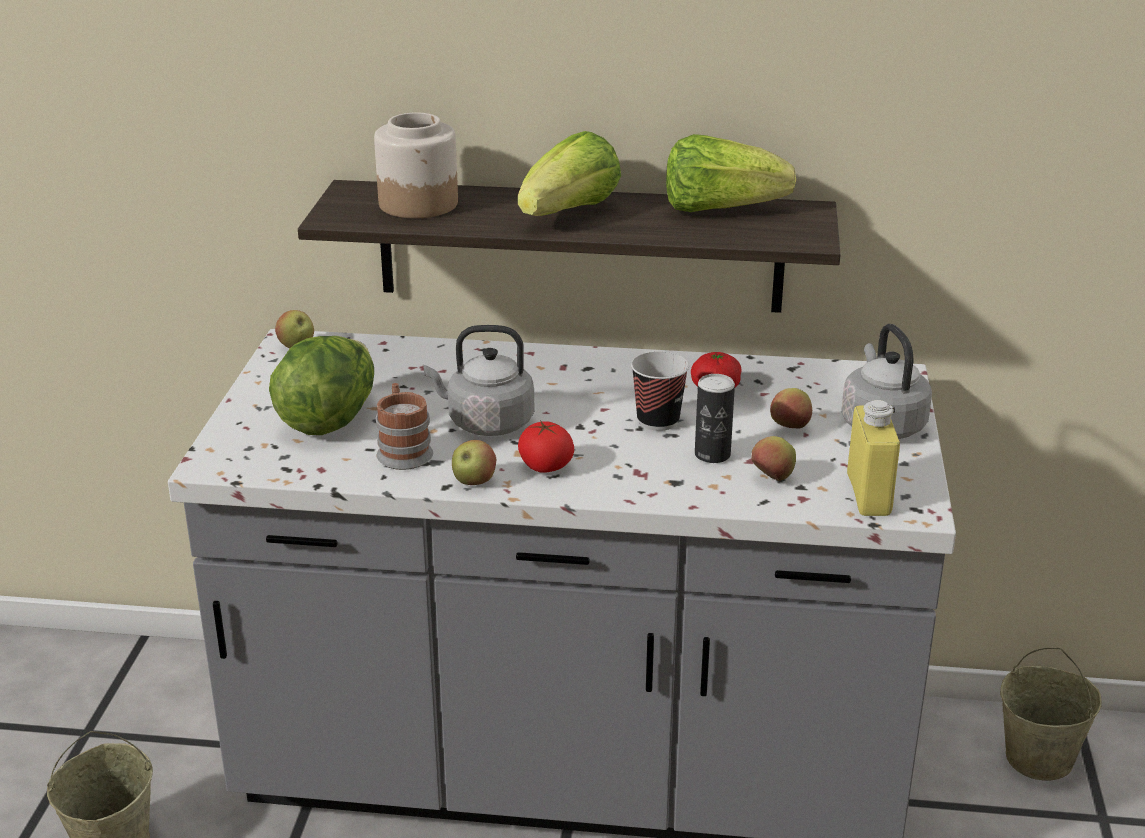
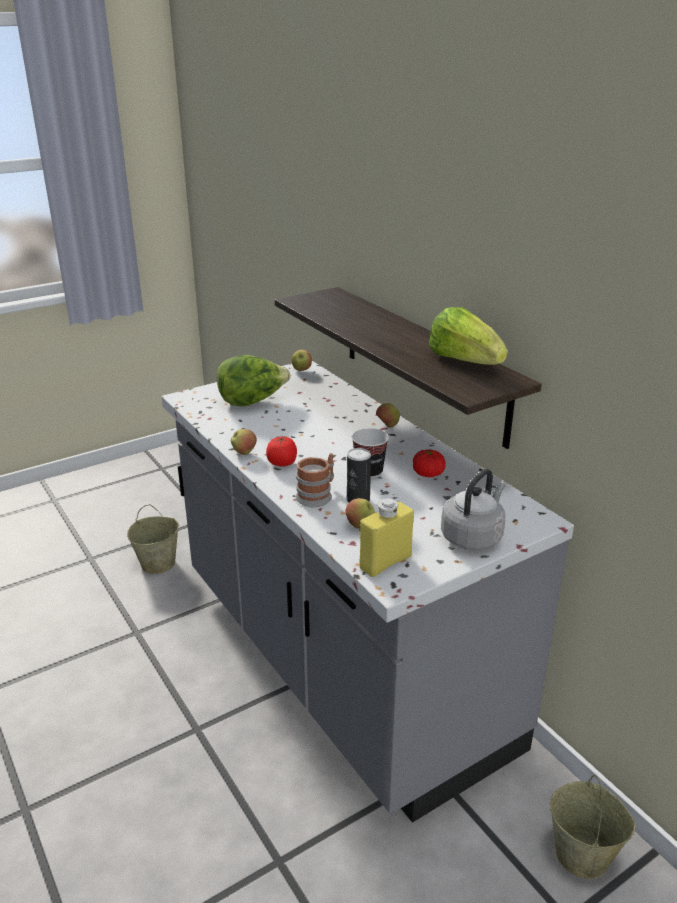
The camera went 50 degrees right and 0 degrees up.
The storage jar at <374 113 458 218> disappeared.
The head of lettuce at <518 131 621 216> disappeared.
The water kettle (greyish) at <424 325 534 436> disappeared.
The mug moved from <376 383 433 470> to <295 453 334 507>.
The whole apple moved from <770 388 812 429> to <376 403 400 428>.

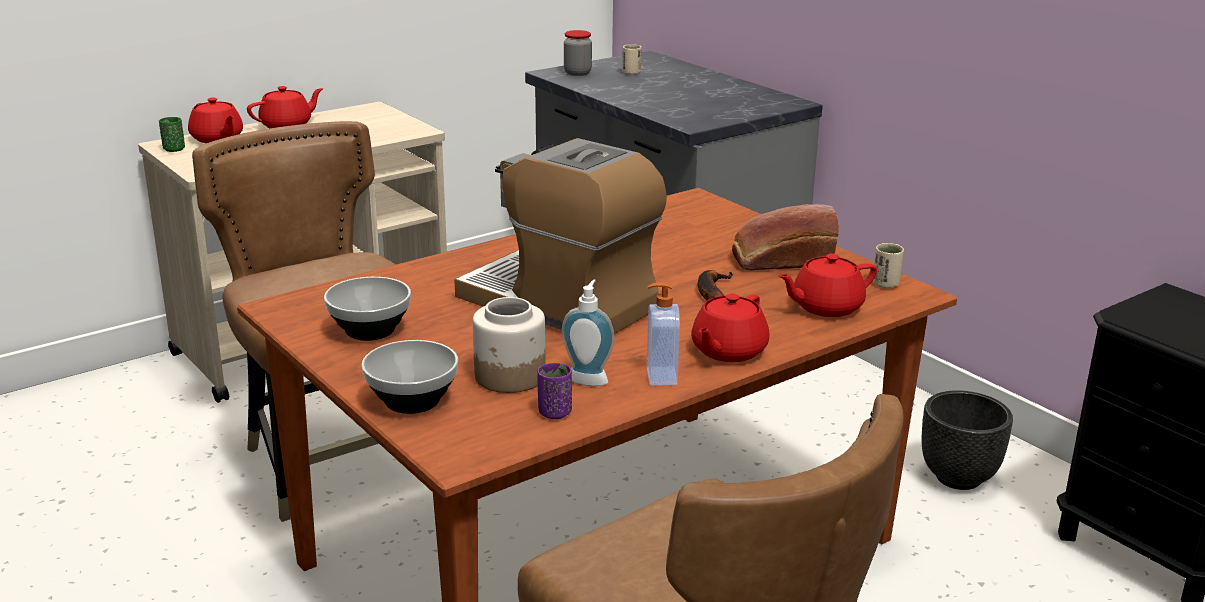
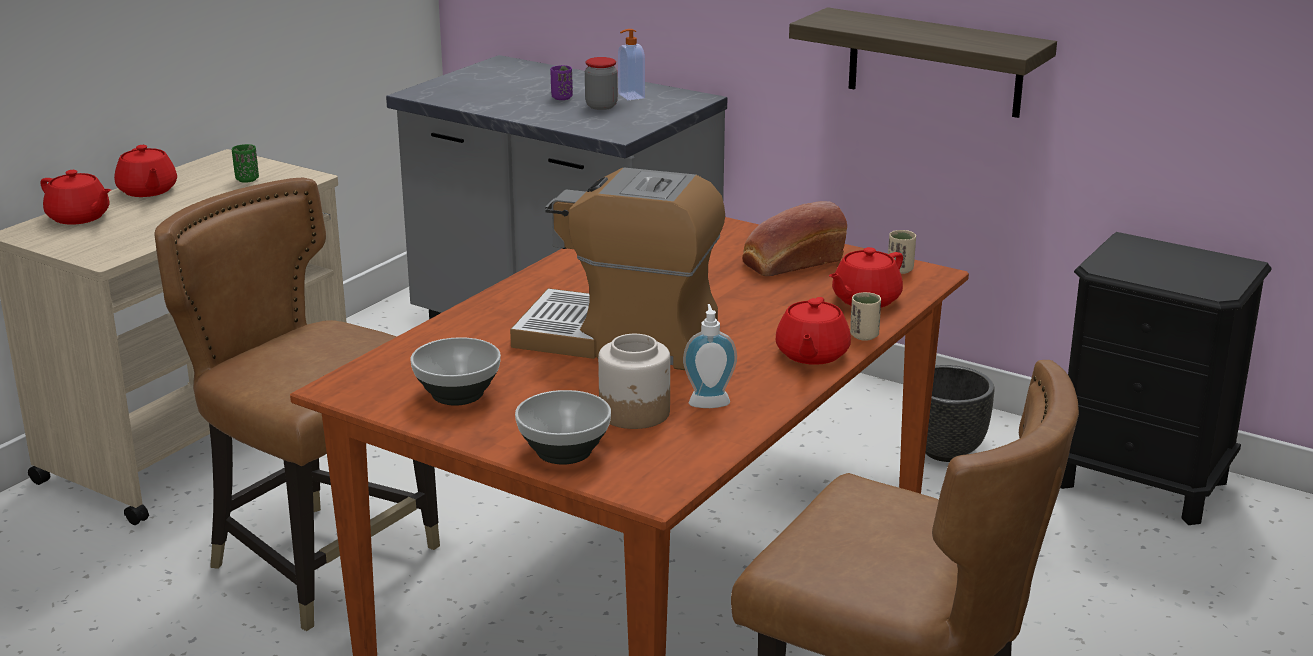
The camera went 20 degrees left and 0 degrees up.
The storage jar moved from <564 30 592 76> to <585 57 618 110>.
The small cup (beige-coloured) moved from <622 44 642 75> to <850 292 881 341>.
The pot for tea (red) at <247 86 324 129> turned 120 degrees clockwise.
The small cup (green-coloured) moved from <159 117 185 152> to <232 144 259 183>.
The whole banana at <698 270 734 300> disappeared.
The soap bottle moved from <647 282 680 386> to <618 29 645 100>.
The small cup (purple) moved from <537 363 572 419> to <550 65 573 100>.
The bracket shelf at <789 7 1057 118> appeared.

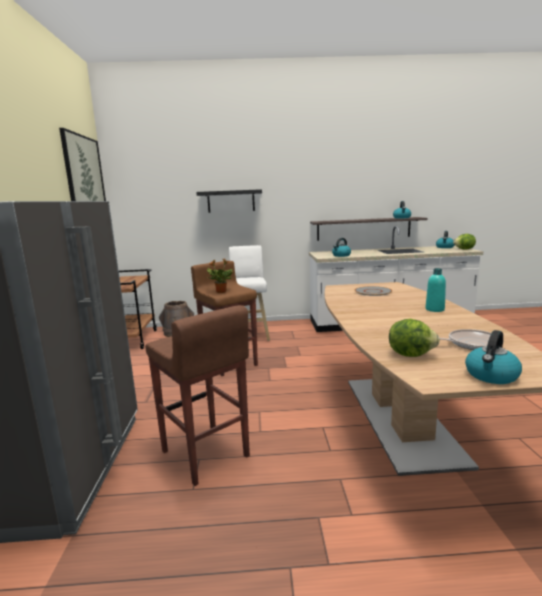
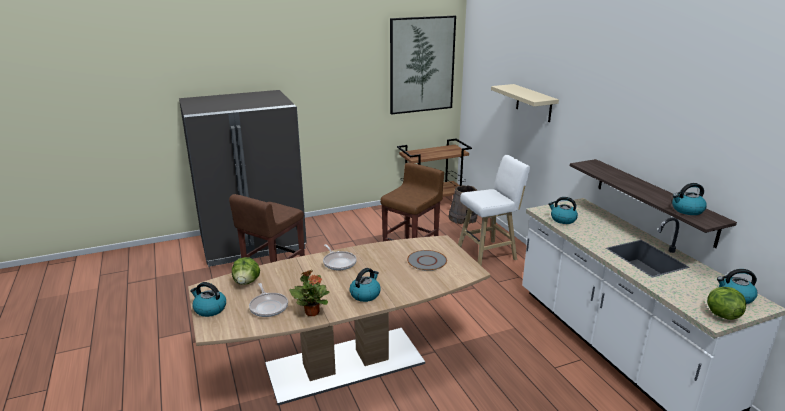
The camera went 70 degrees right and 10 degrees up.
The bracket shelf (blackish) at <196 189 262 213> became the bracket shelf (beige-coloured) at <491 84 559 122>.
The houseplant moved from <206 258 233 293> to <289 269 329 316>.
The drink bottle (turquoise) at <425 268 446 312> was replaced by the water kettle at <349 268 381 302>.
The skillet at <323 244 357 271> appeared.

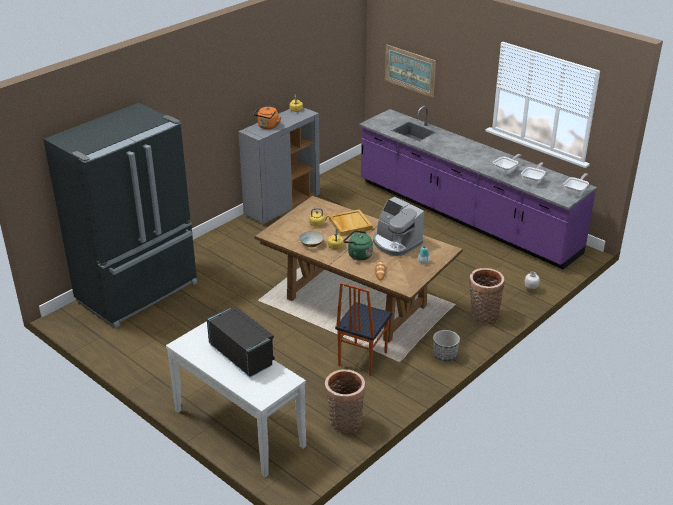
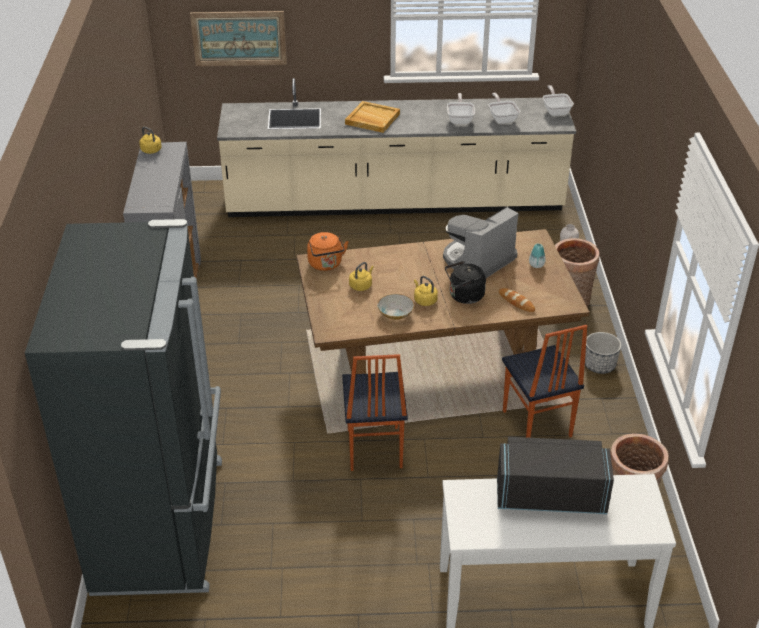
The camera went 45 degrees left and 5 degrees up.
The counter (purple) at <359 106 597 269> became the counter (beige-coloured) at <217 78 576 217>.
The water kettle (orangey) moved from <254 107 281 129> to <307 232 348 271>.
The coffee brewer at <373 197 424 256> turned 135 degrees clockwise.
The carrying tray (beige-coloured) moved from <329 209 372 236> to <345 101 400 133>.
The water kettle (green-coloured) at <344 230 373 260> became the water kettle (blackish) at <445 261 486 304>.
The chair at <342 354 408 471> appeared.

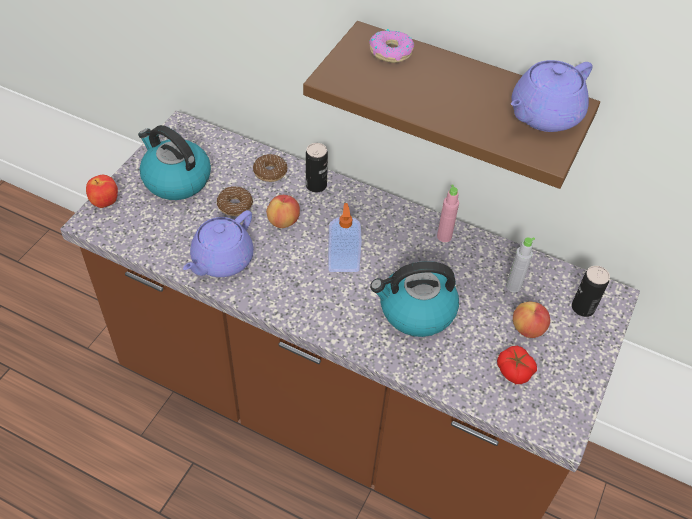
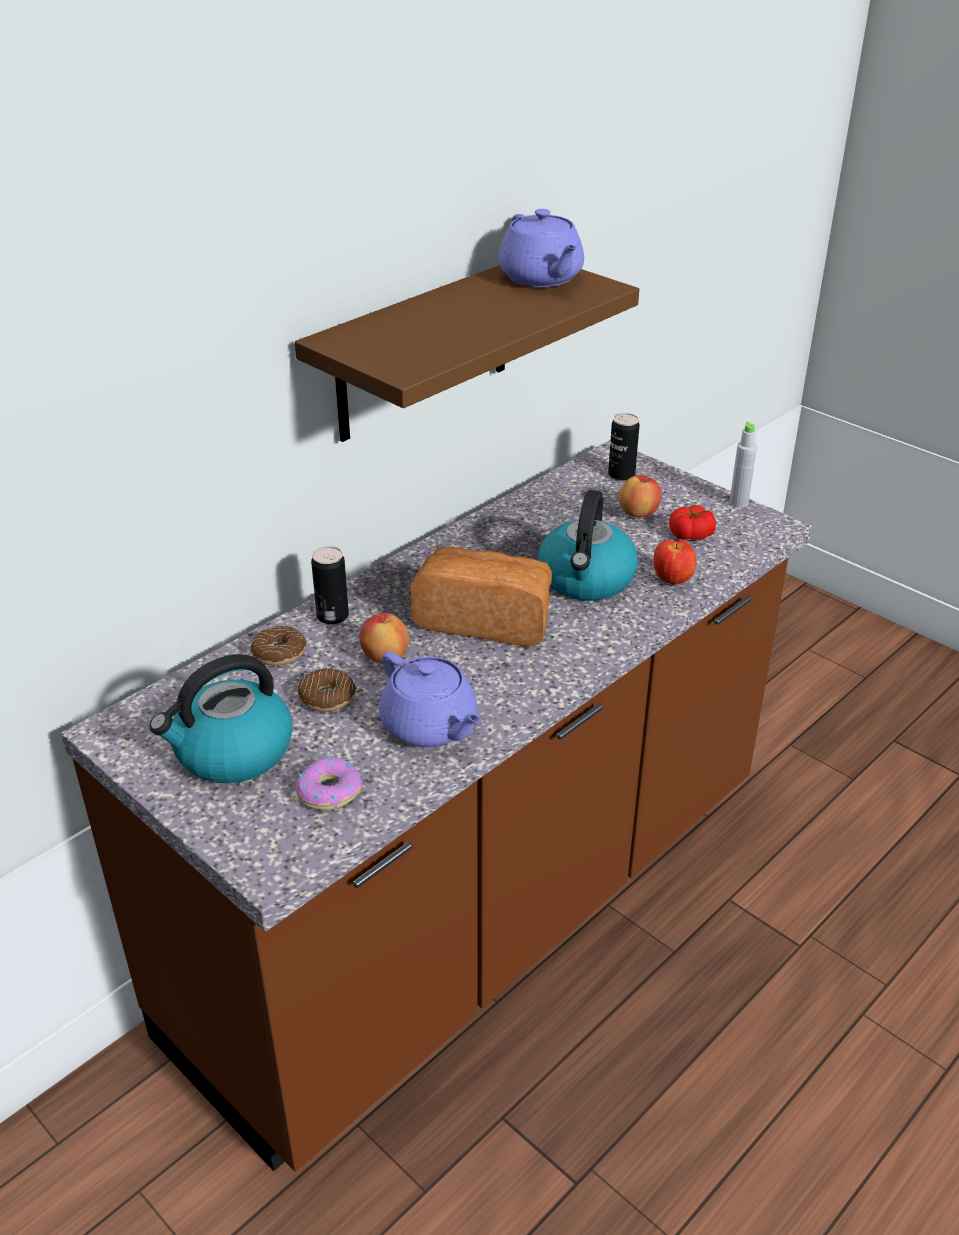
The camera went 70 degrees left and 15 degrees down.
The donut moved from <369 29 414 63> to <296 757 363 811>.
The whole apple moved from <86 175 118 208> to <654 540 696 585>.
The drink bottle (pink-coloured) at <437 185 459 242> disappeared.
The soap bottle at <328 203 362 272> was replaced by the baked bread at <410 547 552 646>.
The drink bottle (greyish) moved from <506 237 535 292> to <729 422 757 507>.

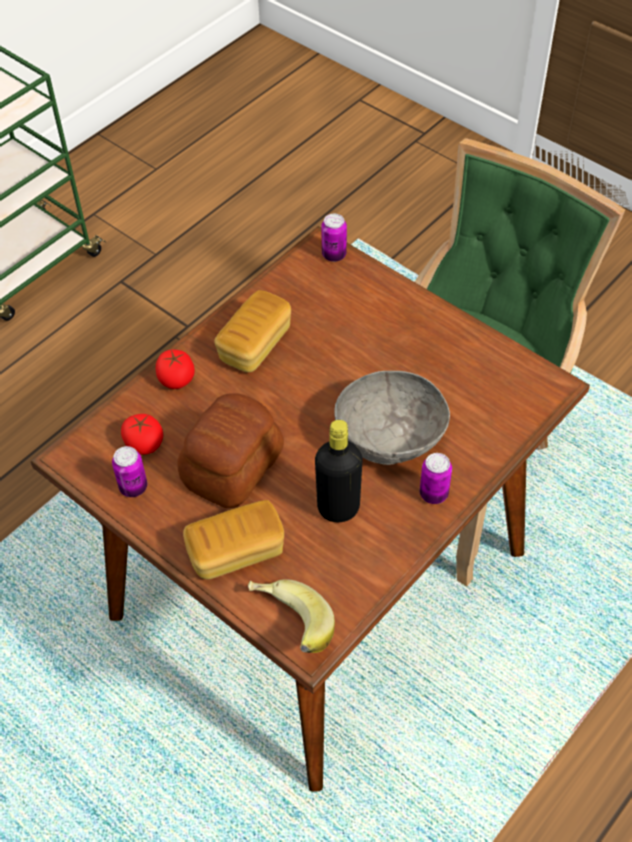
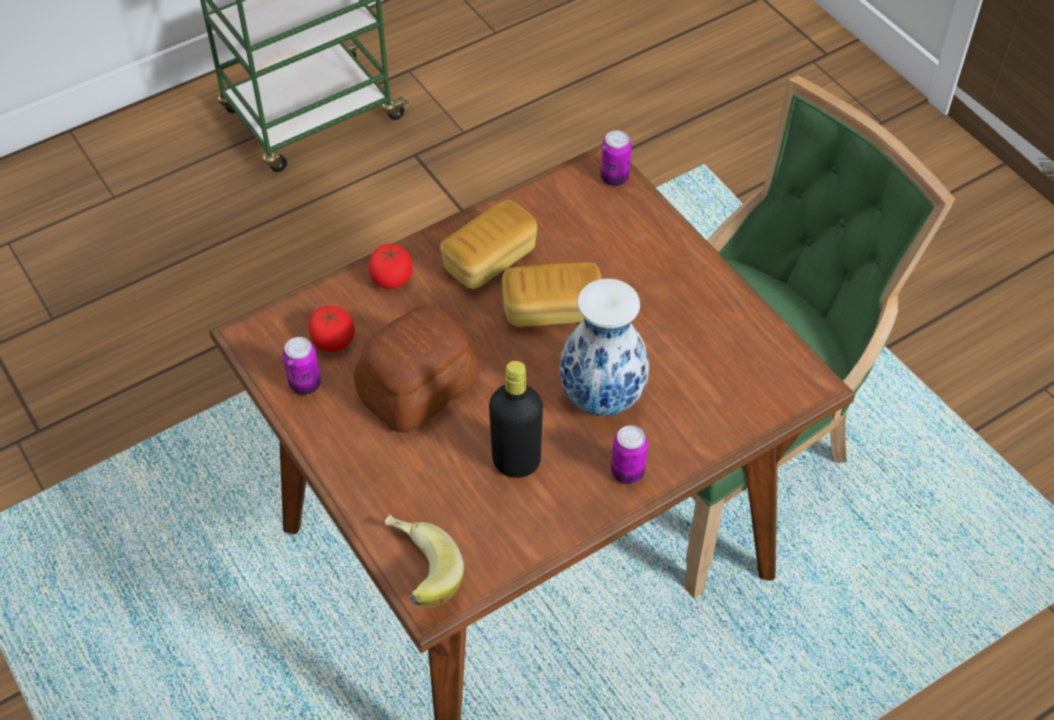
The camera went 15 degrees right and 0 degrees up.
The serving bowl (greyish) at <334 371 450 465> was replaced by the vase at <560 279 649 416>.
The baked bread moved from <183 500 284 579> to <502 262 602 327>.

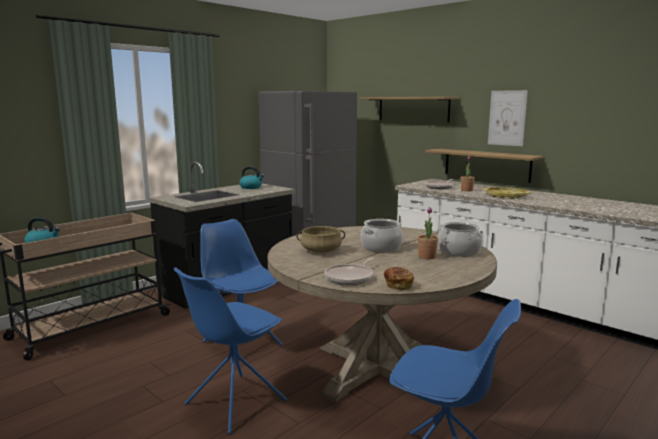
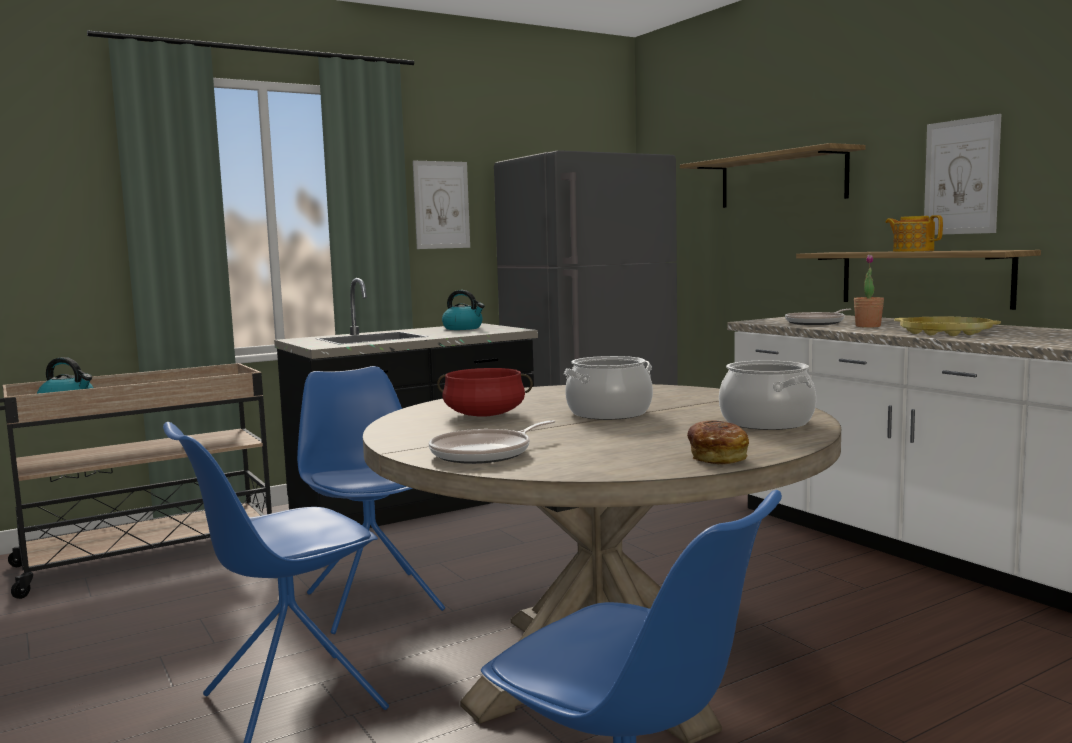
The camera went 15 degrees right and 5 degrees down.
The houseplant at <418 208 438 259> disappeared.
The stockpot (beige-coloured) at <296 226 345 253> became the stockpot (red) at <437 368 533 417>.
The baked bread moved from <384 267 414 290> to <687 420 749 465>.
The wall art at <413 161 470 249> appeared.
The pot for tea at <885 215 943 252> appeared.

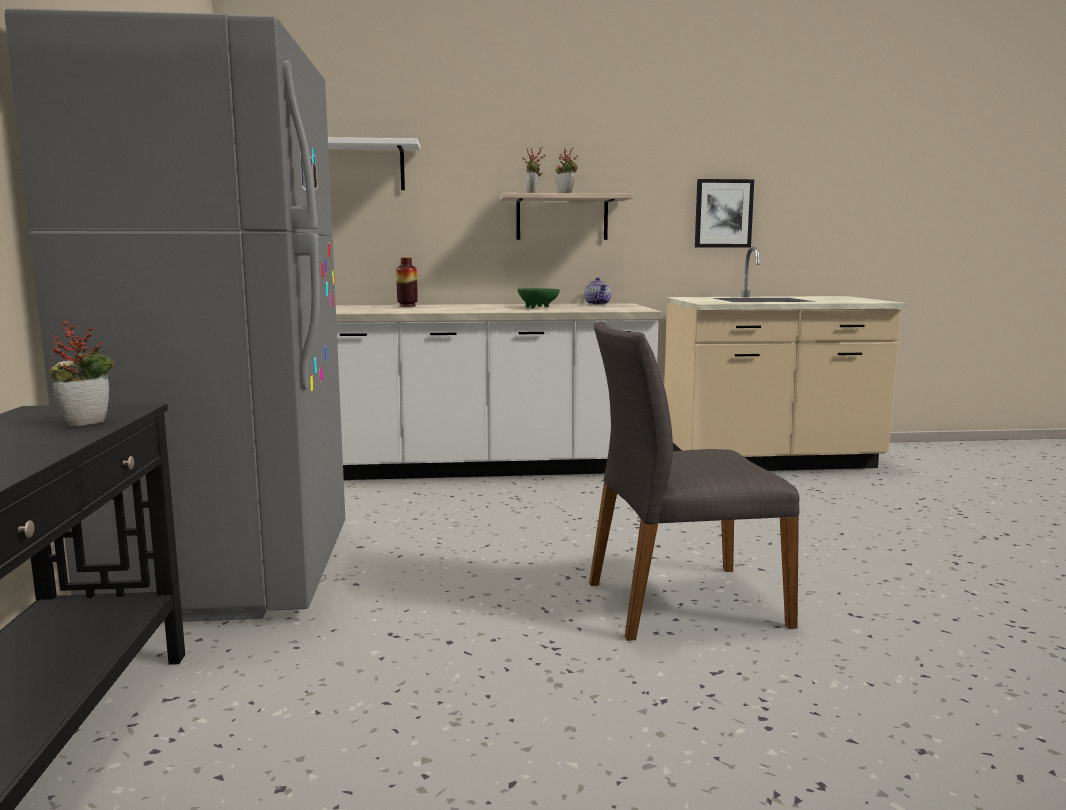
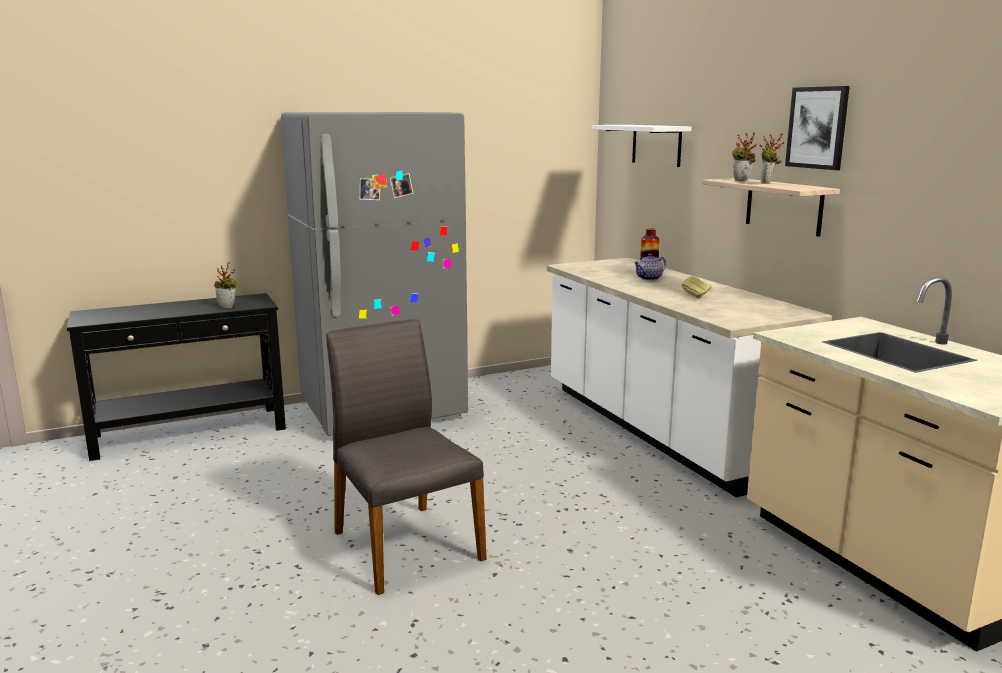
The camera went 70 degrees right and 5 degrees up.
The wall art moved from <695 179 754 247> to <785 86 850 170>.
The pot for tea moved from <584 277 611 305> to <634 254 666 281>.
The serving bowl (green-coloured) at <517 288 560 308> was replaced by the baked bread at <682 276 711 299>.

